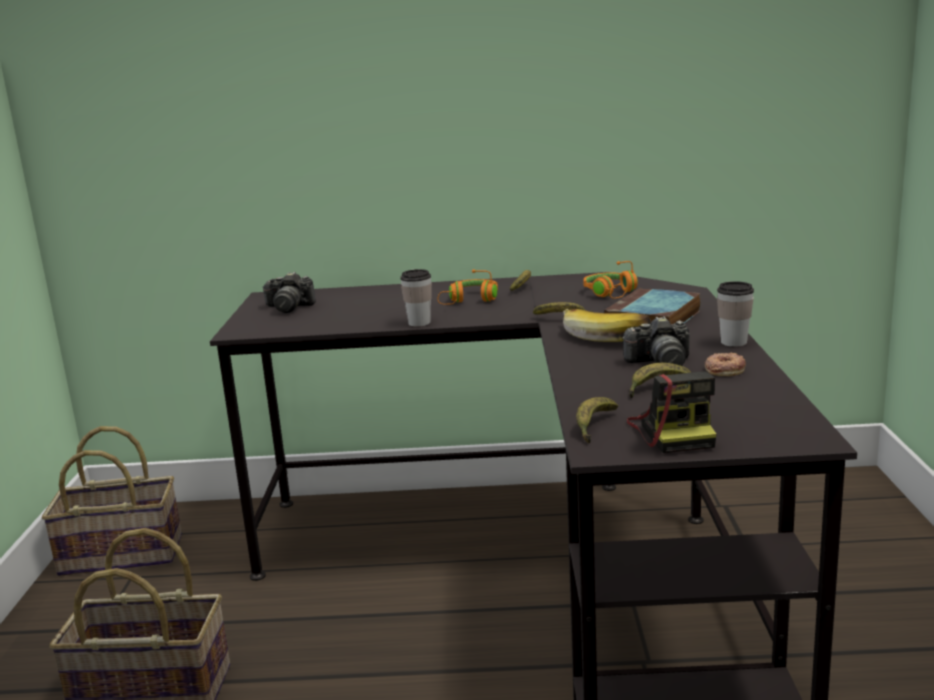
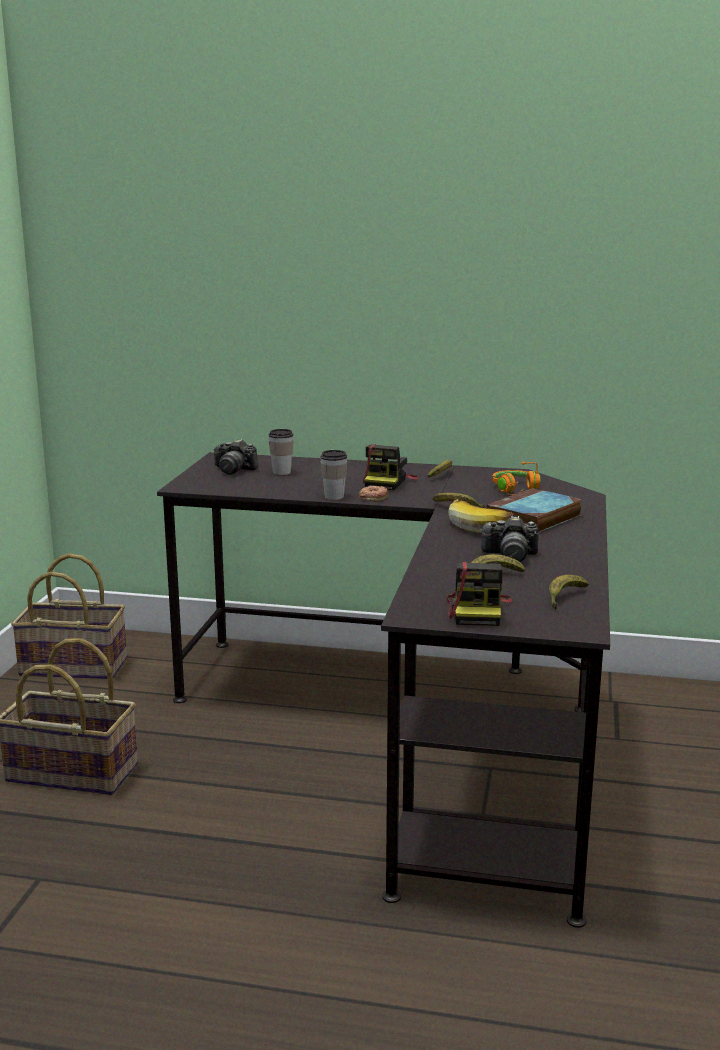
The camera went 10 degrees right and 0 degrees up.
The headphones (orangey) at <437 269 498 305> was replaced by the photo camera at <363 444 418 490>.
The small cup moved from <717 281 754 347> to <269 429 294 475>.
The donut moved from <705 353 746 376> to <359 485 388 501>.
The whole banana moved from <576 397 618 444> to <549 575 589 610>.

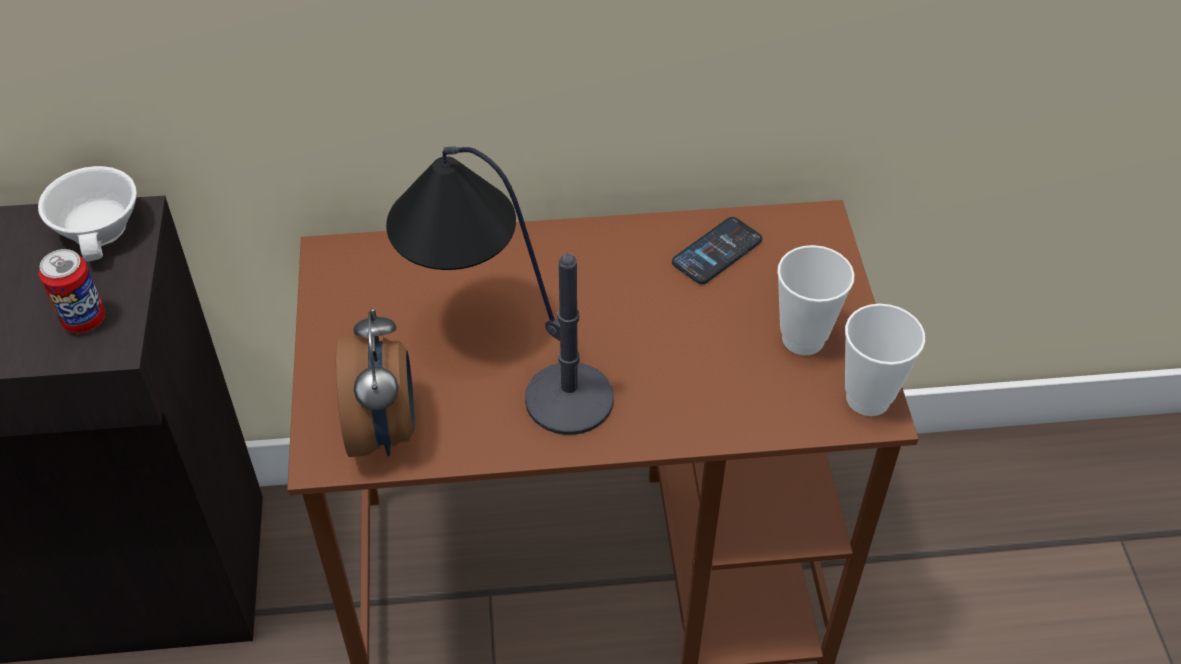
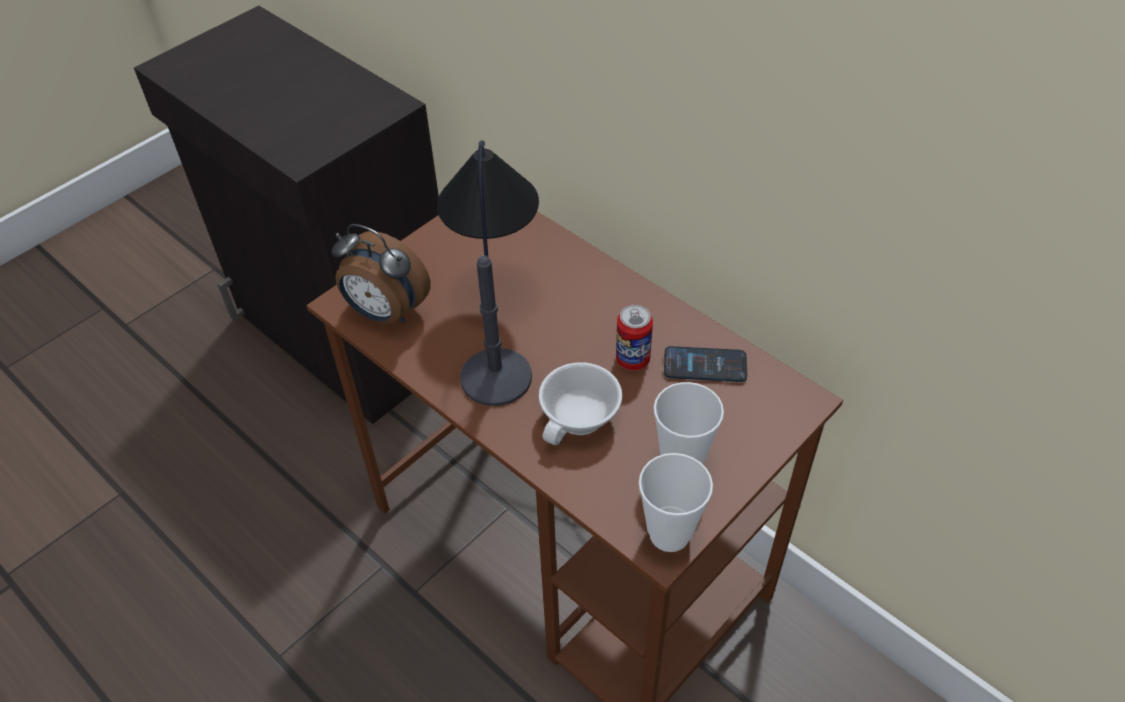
The camera went 50 degrees right and 0 degrees up.
The small cup (white) moved from <38 166 137 262> to <539 363 622 445>.
The metal can moved from <39 249 105 333> to <616 305 653 370>.
The alarm clock at <336 308 415 457> turned 75 degrees clockwise.

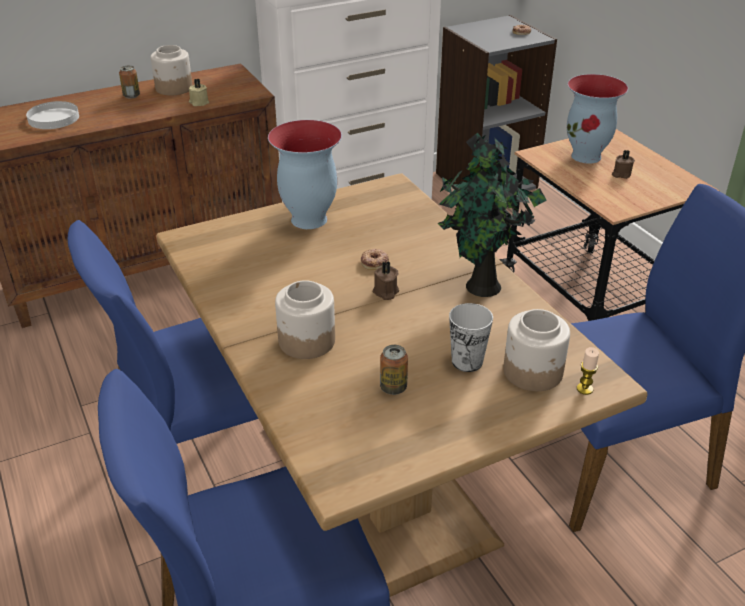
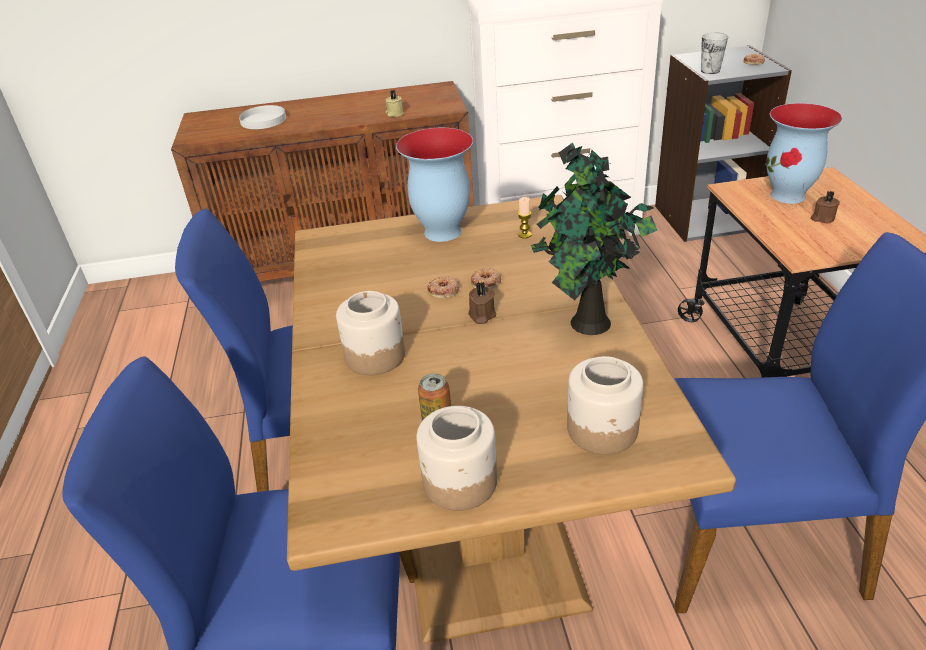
The camera went 20 degrees right and 0 degrees up.
The storage jar moved from <150 45 193 95> to <416 406 497 511>.
The metal can at <119 65 140 99> disappeared.
The small cup moved from <449 303 493 372> to <701 33 728 74>.
The candle moved from <577 347 599 395> to <518 197 532 238>.
The donut at <427 276 460 298> appeared.

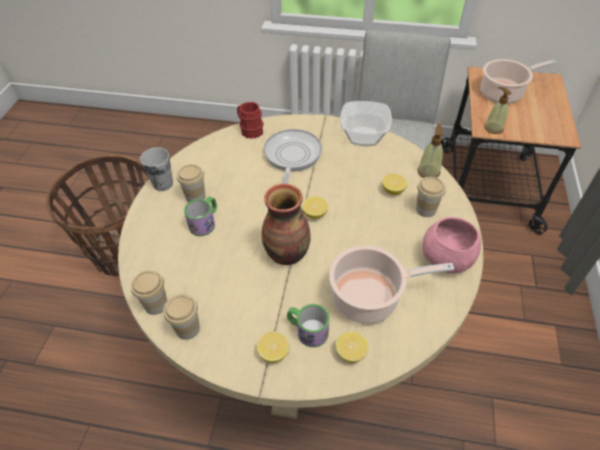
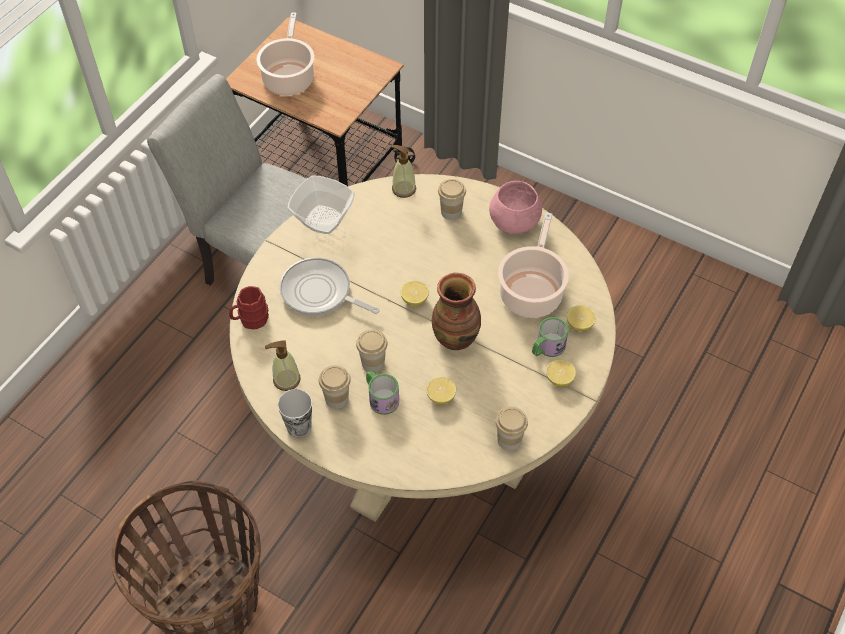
The camera went 70 degrees left and 5 degrees up.
The soap bottle moved from <484 87 512 134> to <265 341 301 391>.
The citrus fruit moved from <382 173 408 195> to <426 377 456 404>.
The small cup moved from <131 270 167 315> to <356 329 387 373>.

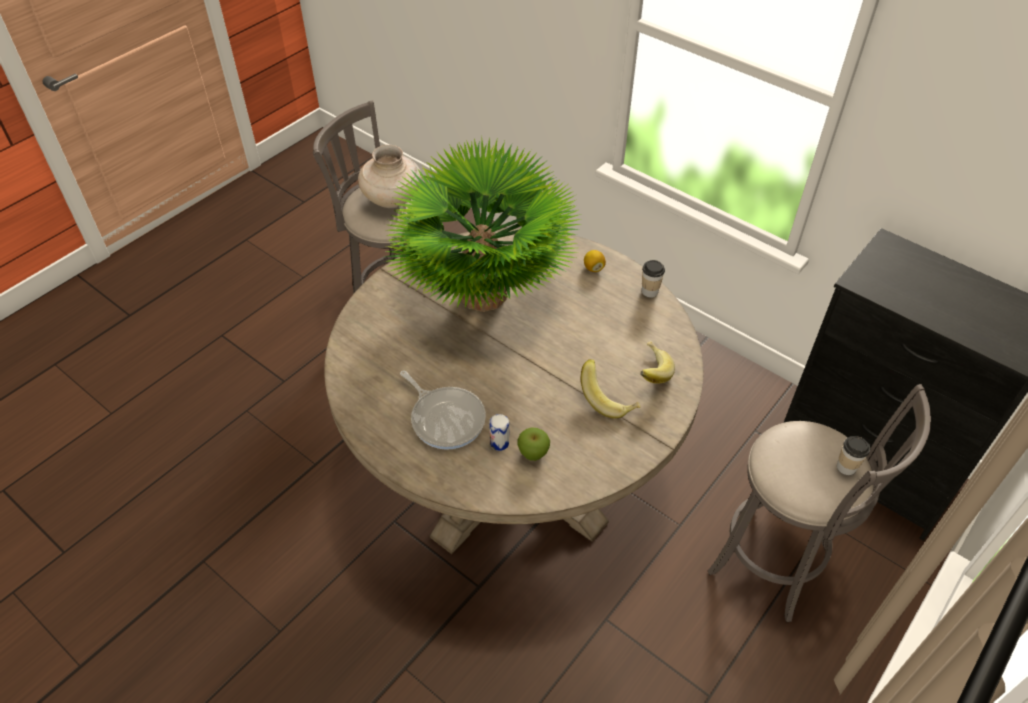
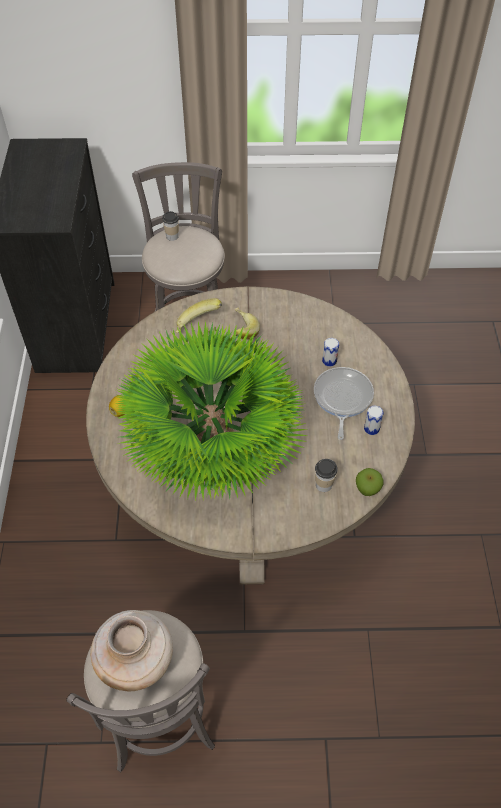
The camera went 130 degrees left and 5 degrees up.
The small cup moved from <642 260 665 298> to <315 459 338 492>.
The whole apple moved from <517 427 550 461> to <356 468 384 496>.
The metal can at <364 406 384 435> appeared.

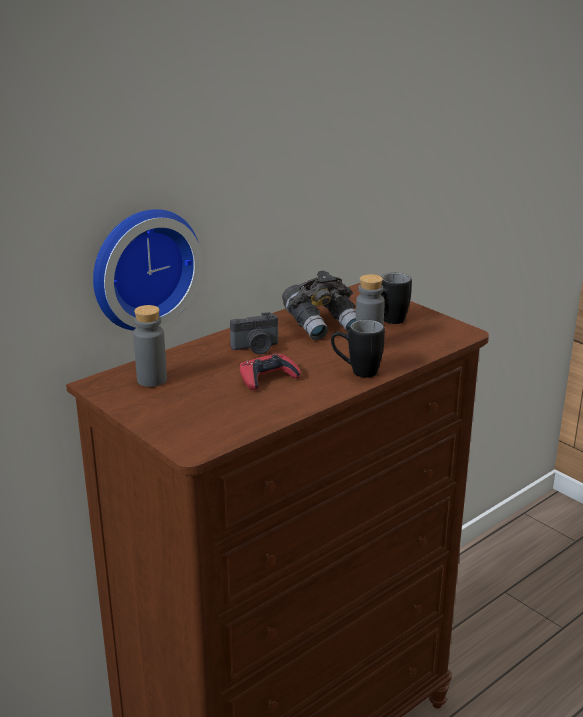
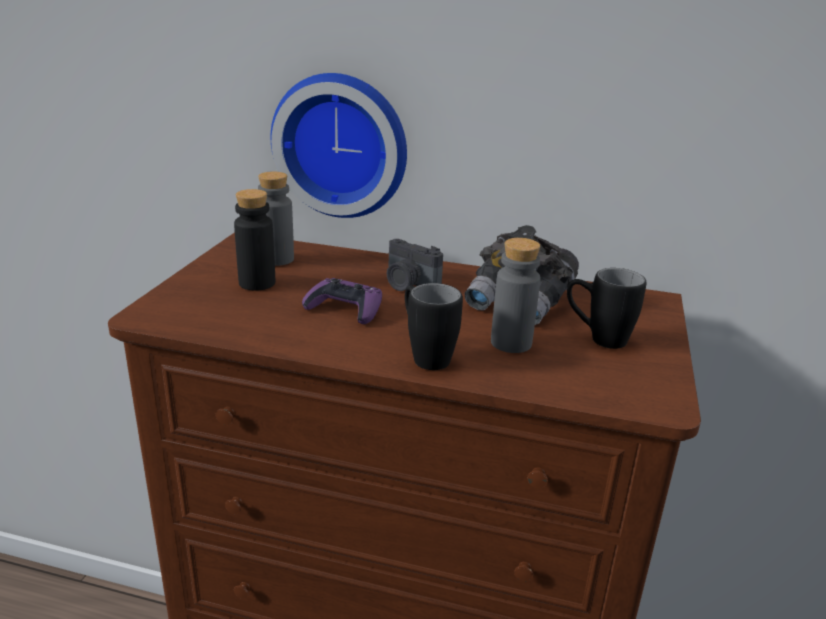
The camera went 55 degrees right and 0 degrees up.
The joypad (red) at <239 353 301 390> became the joypad (purple) at <302 278 382 324>.
The drink bottle (blackish) at <234 189 275 291> appeared.

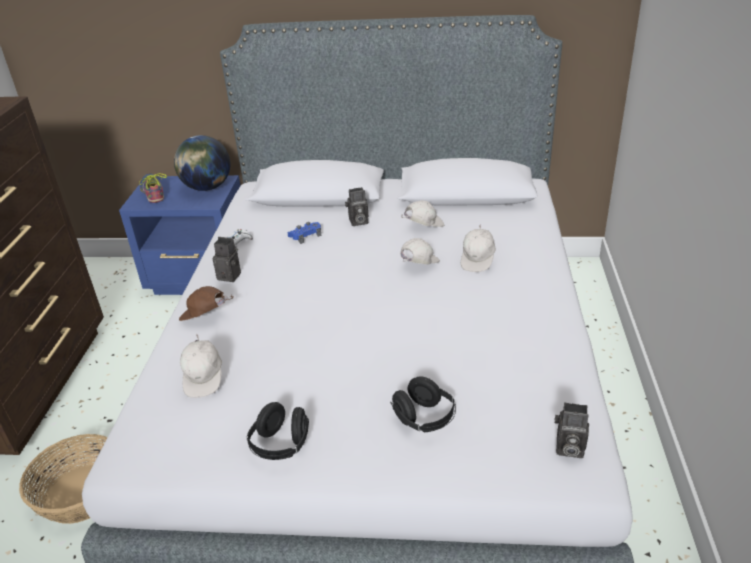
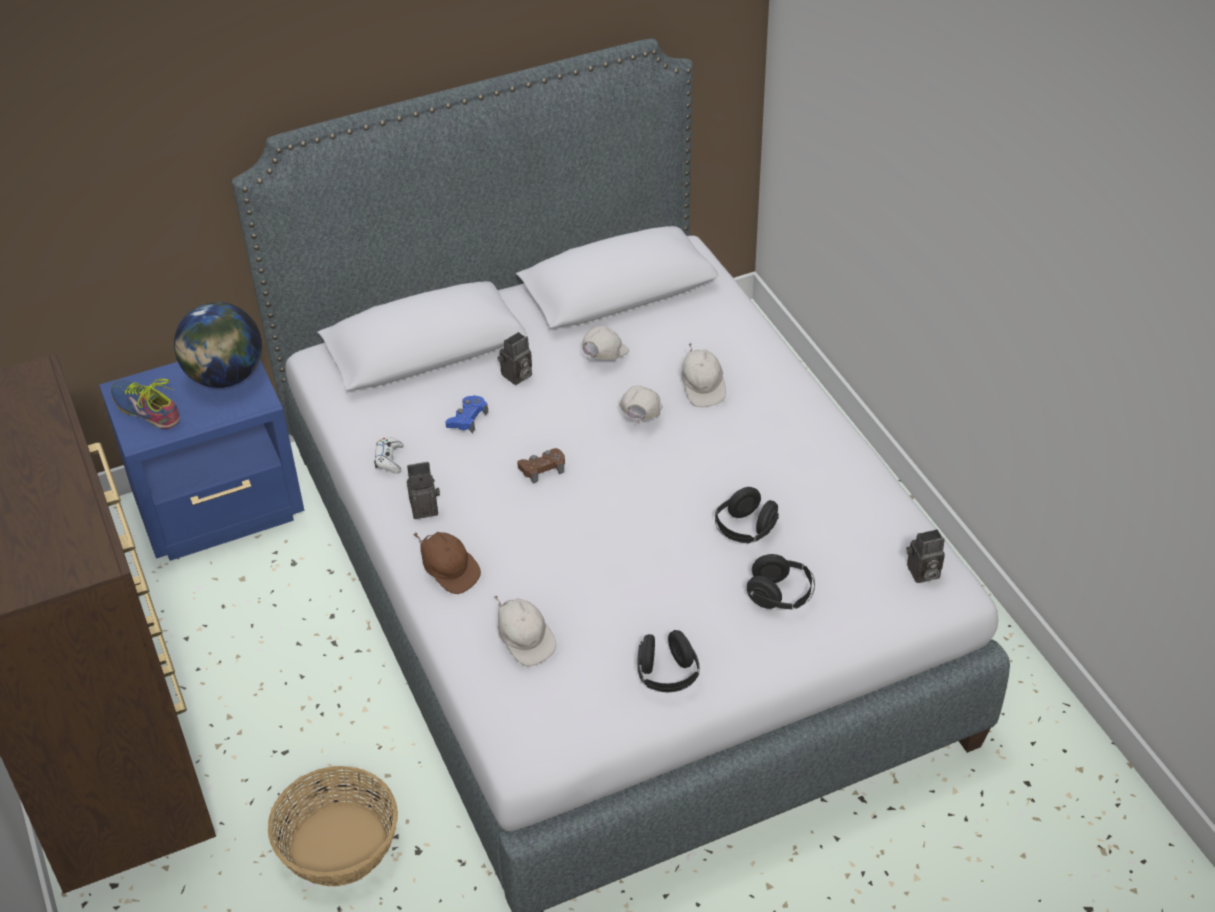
The camera went 30 degrees left and 10 degrees up.
The baseball cap (brownish) at <179 286 233 321> turned 120 degrees counterclockwise.
The joypad (brownish) at <517 448 565 483> appeared.
The headphones (blackish) at <715 487 779 543> appeared.

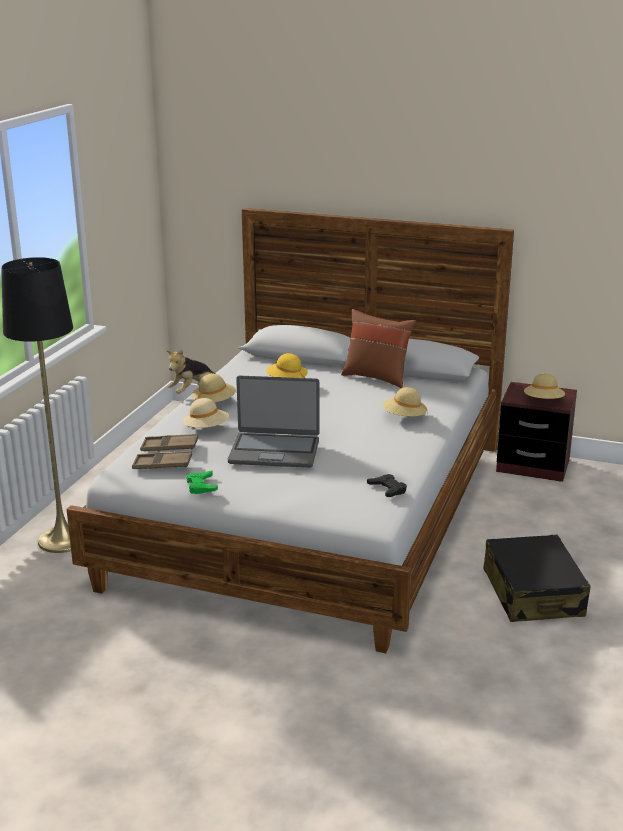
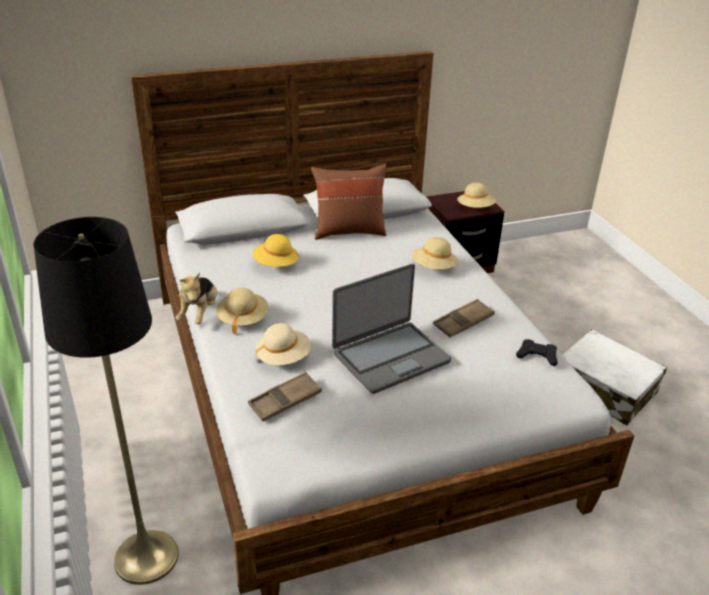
The camera went 40 degrees left and 10 degrees up.
The carrying tray (brownish) moved from <132 451 192 469> to <433 299 495 337>.
The joypad (green-coloured) at <186 471 218 494> disappeared.
The piece of luggage (blackish) at <483 535 591 622> became the piece of luggage (white) at <562 329 667 425>.

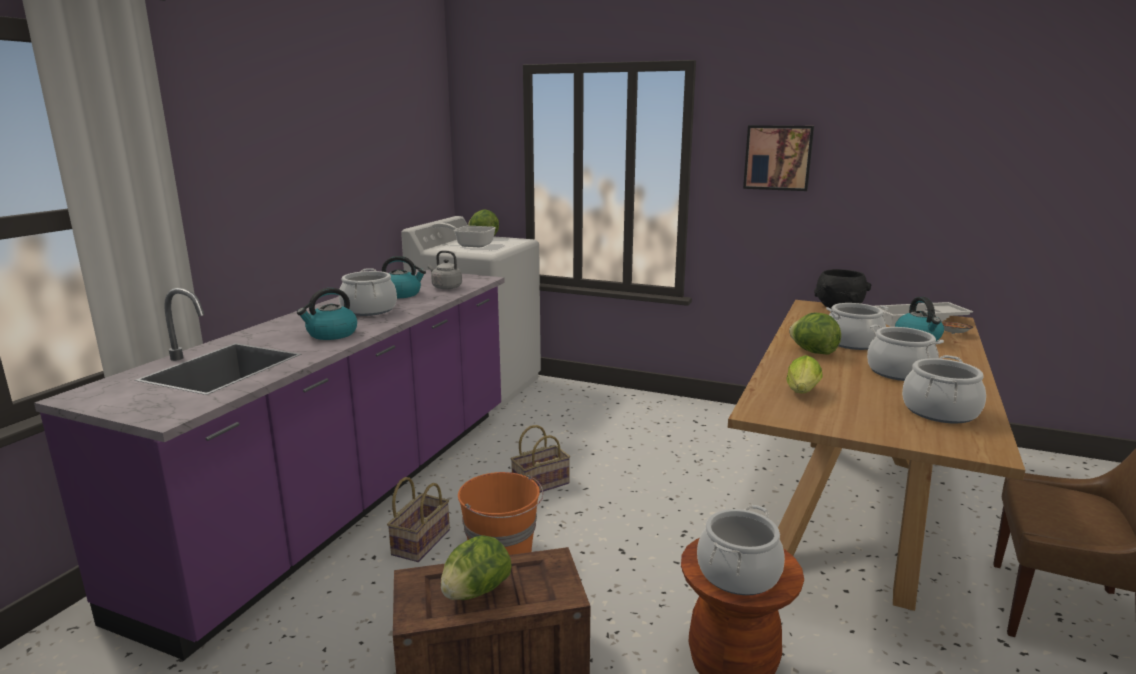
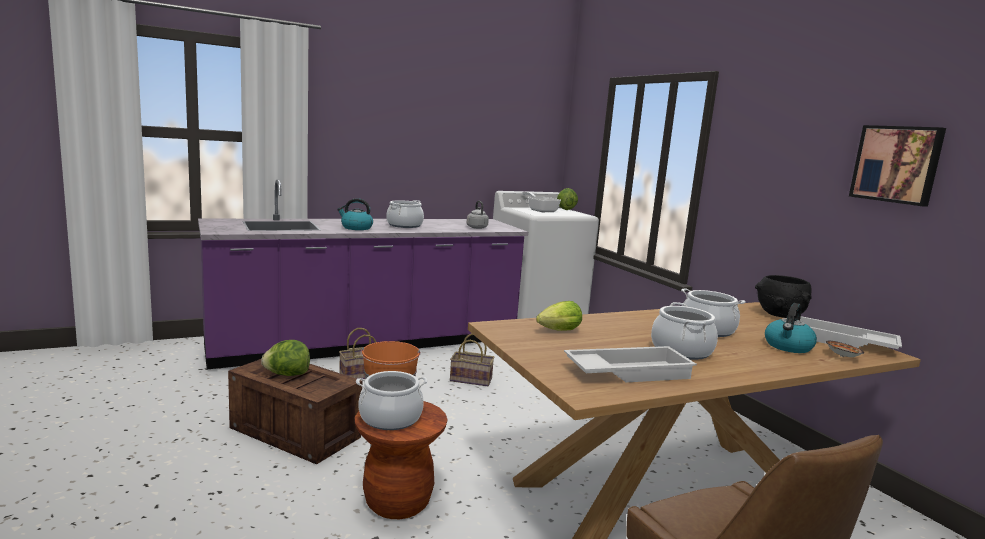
The camera went 40 degrees right and 5 degrees down.
The wall art moved from <743 125 814 191> to <849 125 946 206>.
The water kettle at <382 256 426 298> disappeared.
The head of lettuce at <789 313 841 355> disappeared.
The stockpot at <902 355 986 424> was replaced by the carrying tray (white) at <564 346 697 383>.

